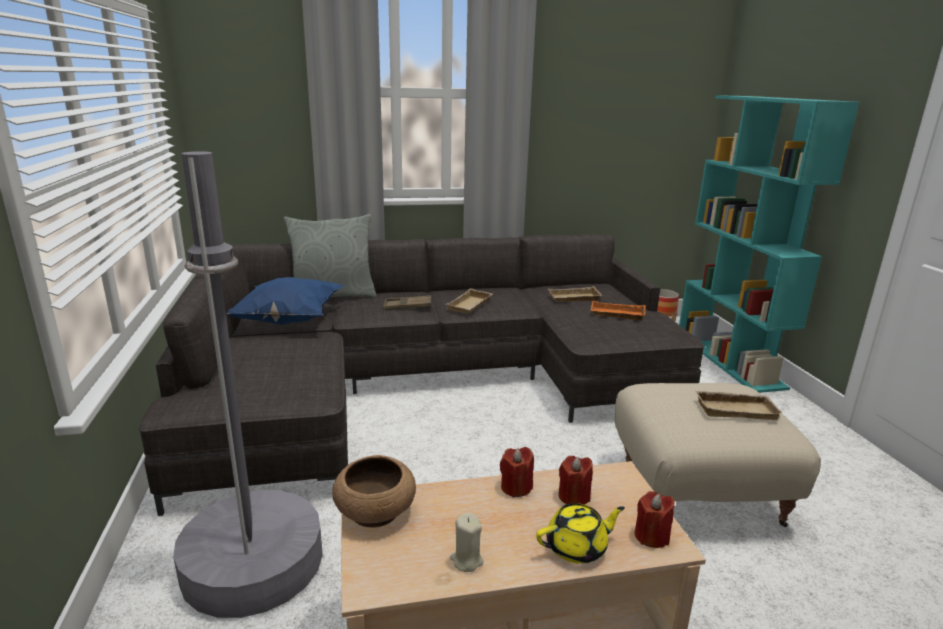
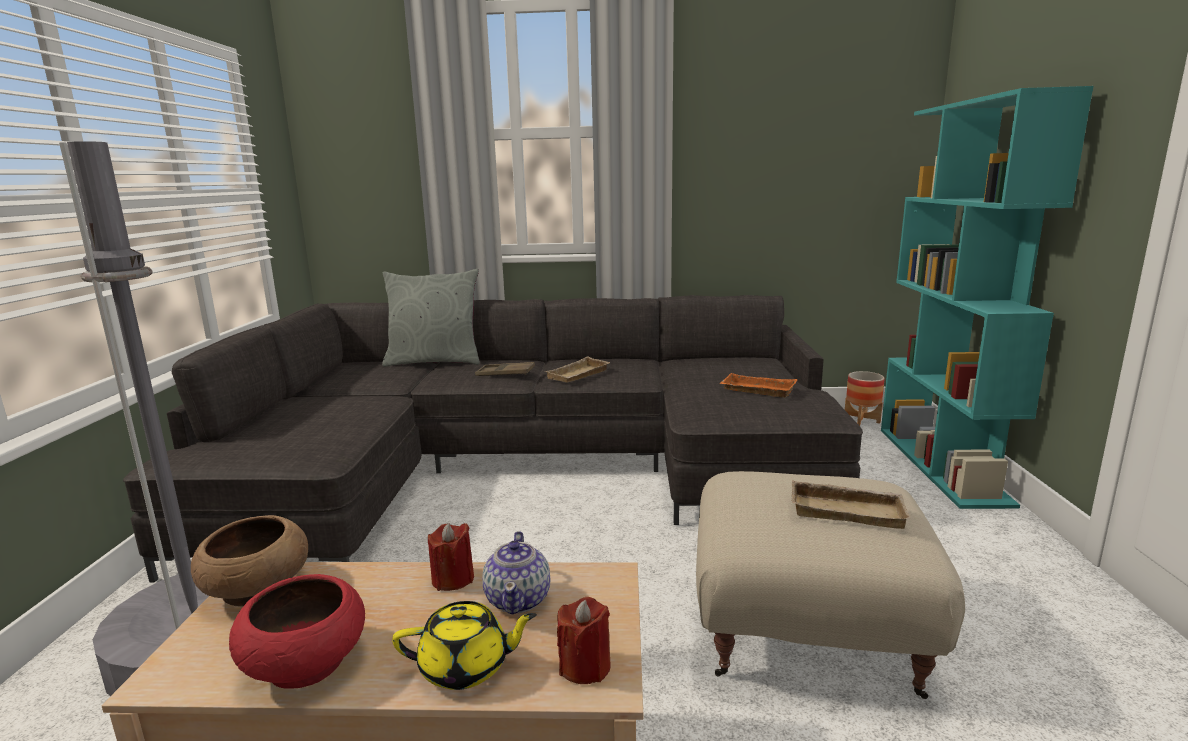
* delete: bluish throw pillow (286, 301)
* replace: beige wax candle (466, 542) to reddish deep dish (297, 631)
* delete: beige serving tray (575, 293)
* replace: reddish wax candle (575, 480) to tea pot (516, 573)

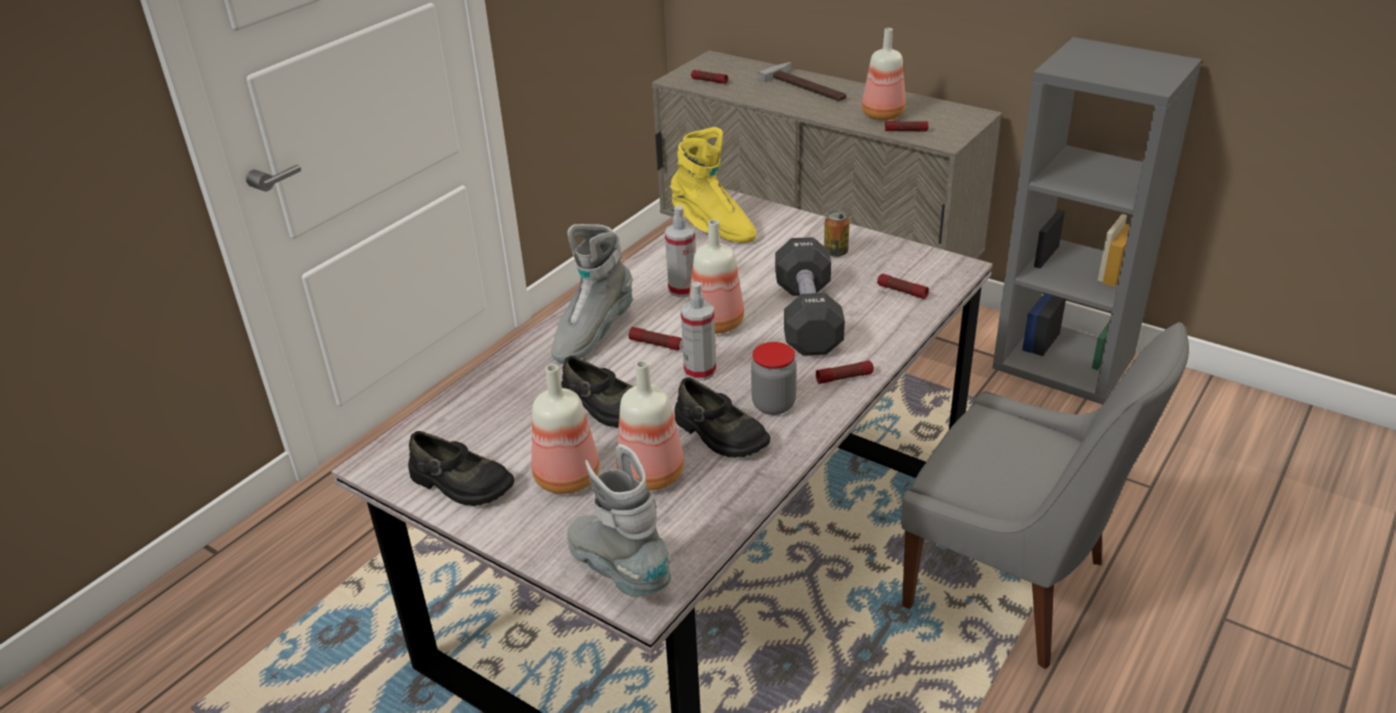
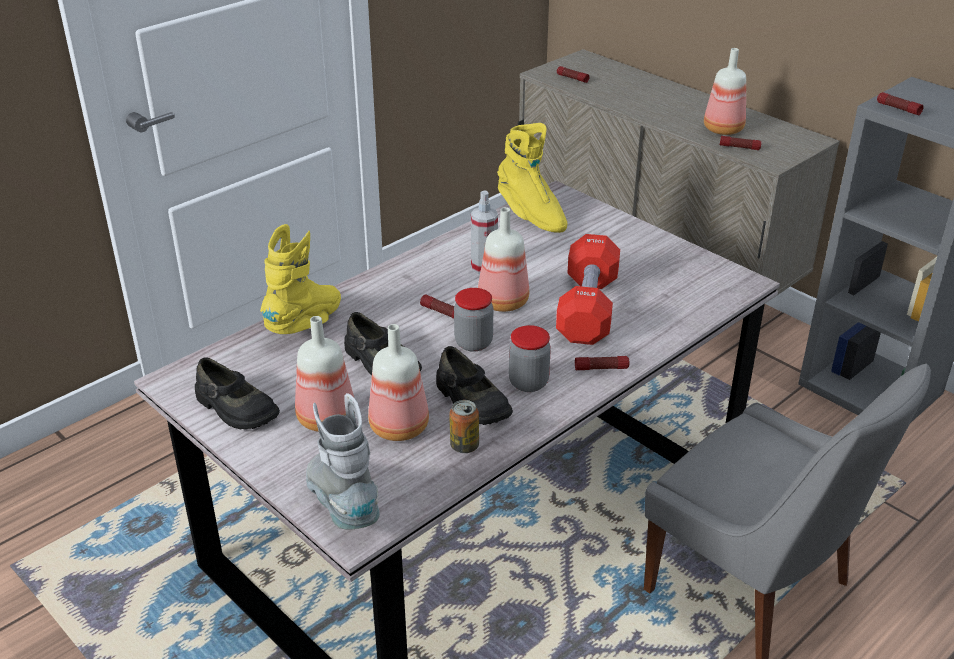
* delete: gray tall boot (592, 294)
* replace: spray bottle (698, 331) to storage jar (473, 320)
* delete: hand hammer (802, 81)
* recolor: blackish dumbbell (810, 296) to reddish dumbbell (588, 289)
* move: can (836, 234) to (464, 426)
* move: torch (903, 286) to (900, 103)
* insert: yellow tall boot (300, 279)

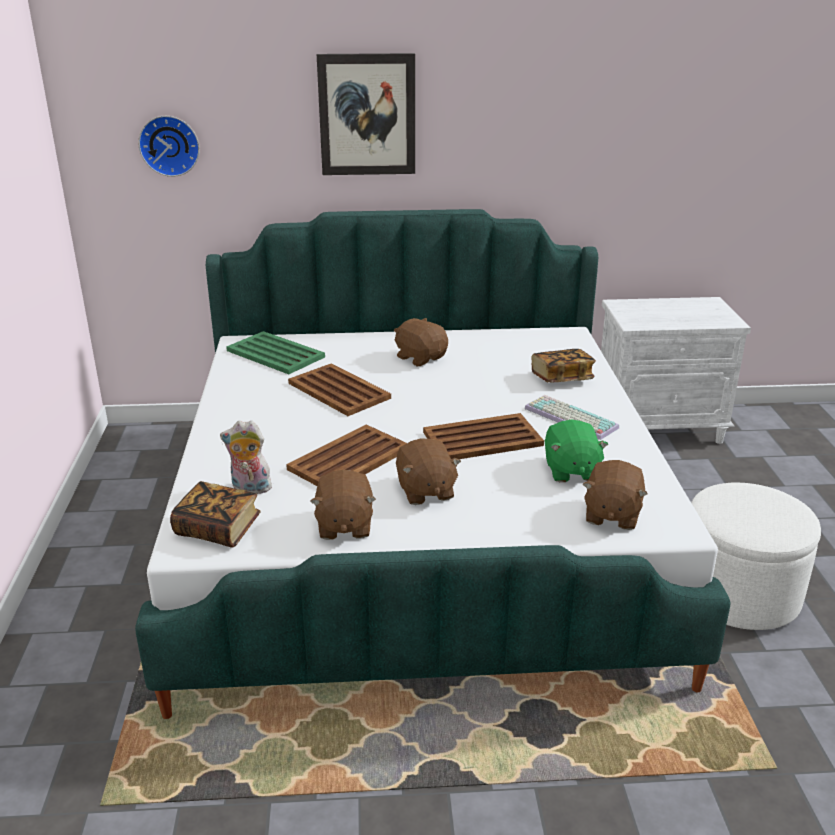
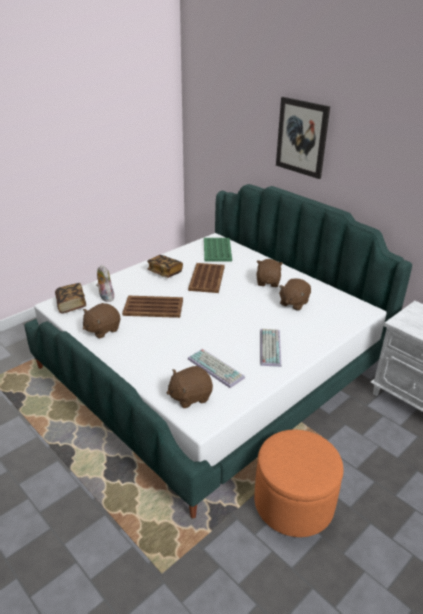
* delete: hanging clock (169, 146)
* move: brown plush toy (428, 471) to (295, 294)
* delete: brown serving tray (483, 436)
* move: volume (563, 366) to (165, 266)
* replace: greenish plush toy (576, 451) to PC keyboard (216, 368)
* recolor: white pouffe (756, 556) to orange pouffe (298, 483)

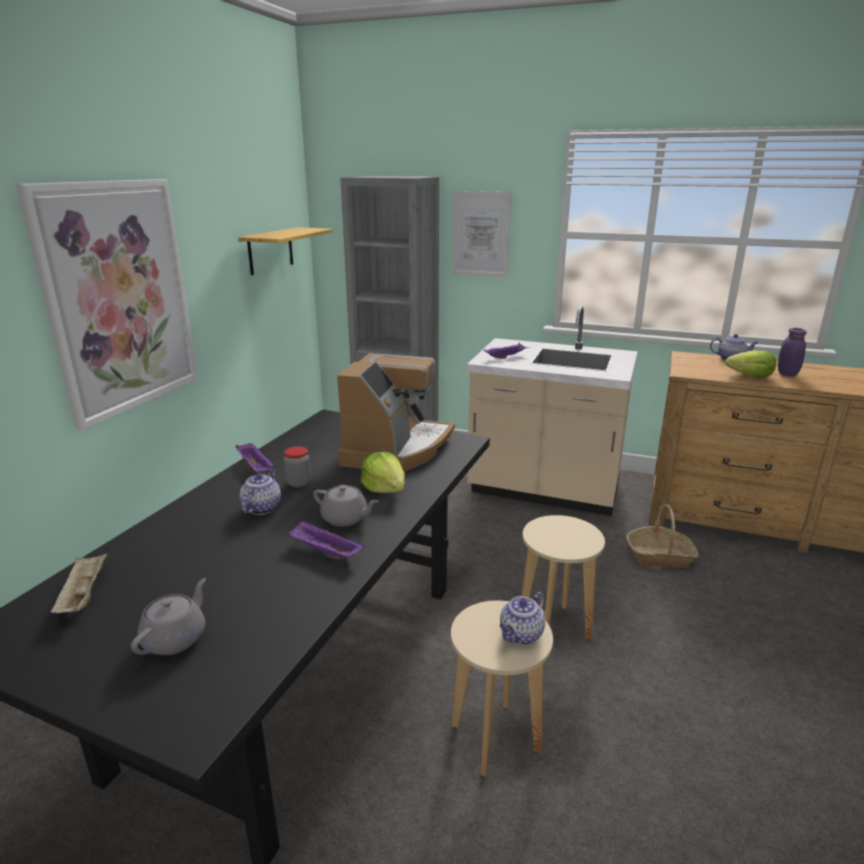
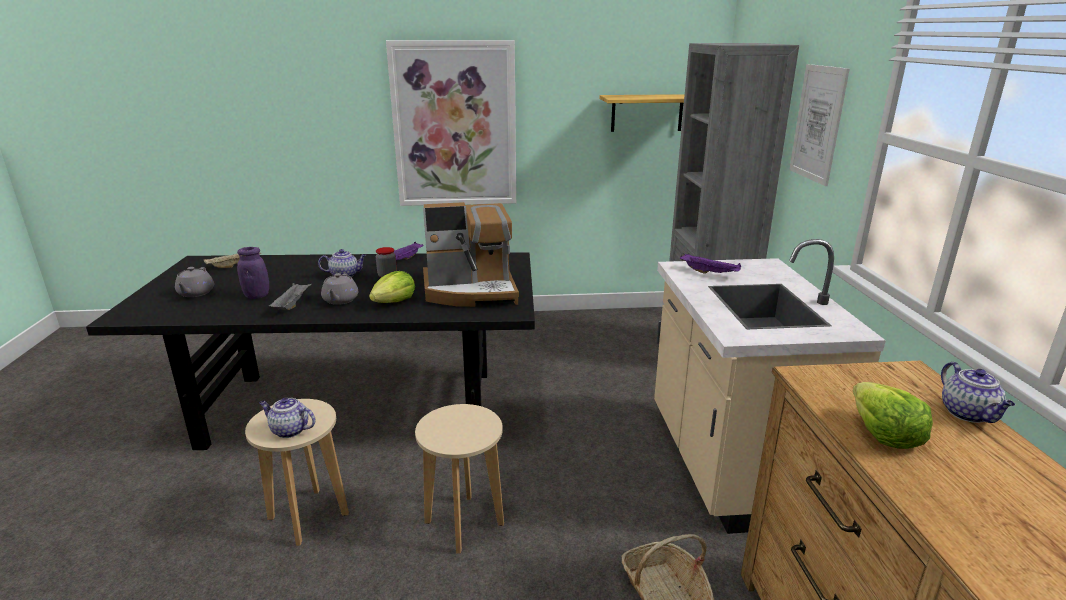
* rotate: gray tea pot (168, 616) = (194, 282) 90 degrees clockwise
* recolor: purple serving tray (326, 539) to gray serving tray (290, 296)
* move: purple storage jar (792, 352) to (253, 273)

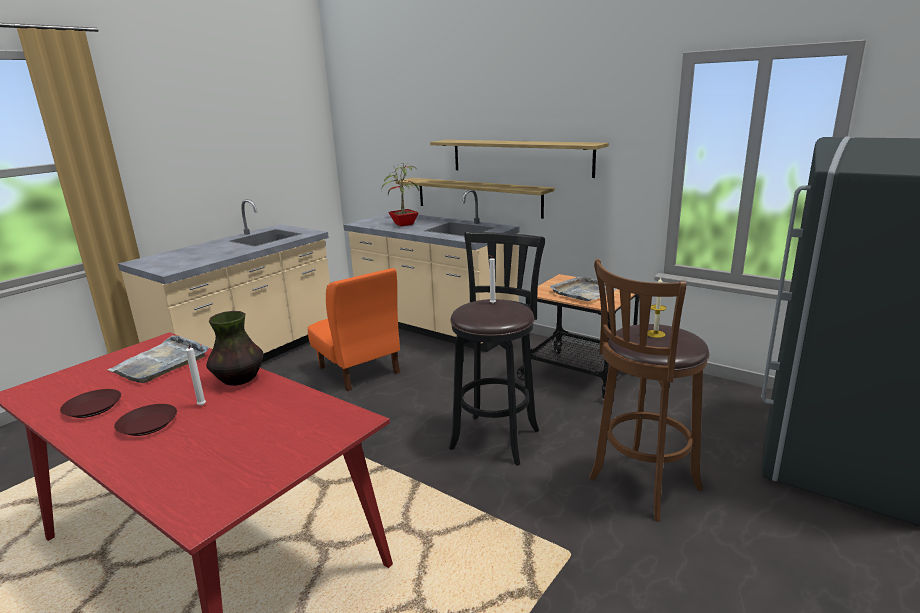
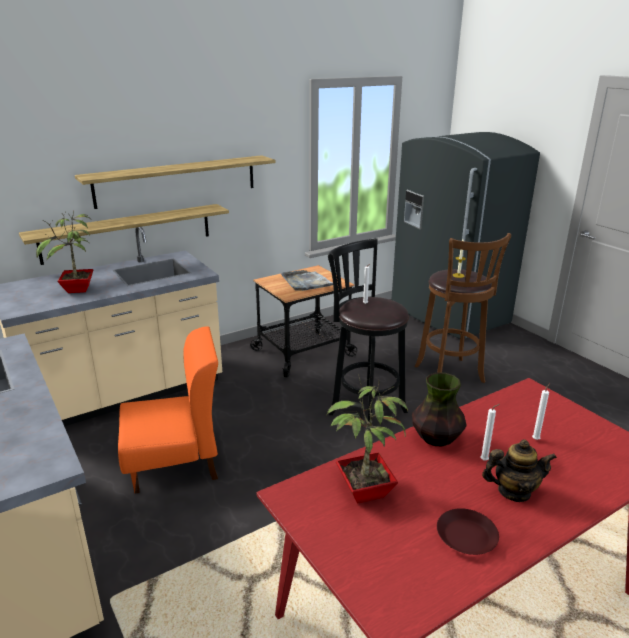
* replace: gray serving tray (158, 359) to houseplant (367, 439)
* replace: brown flat dish (145, 420) to tea pot (519, 471)
* insert: white wax candle (541, 411)

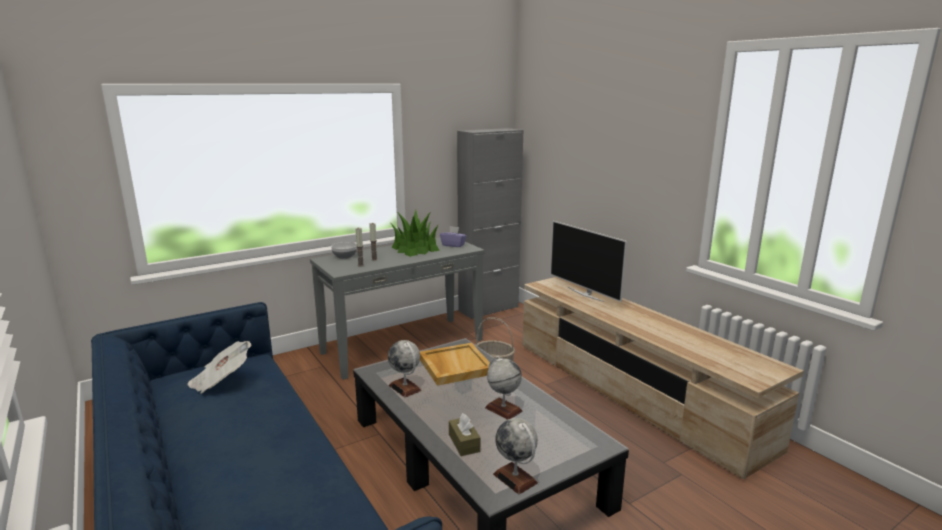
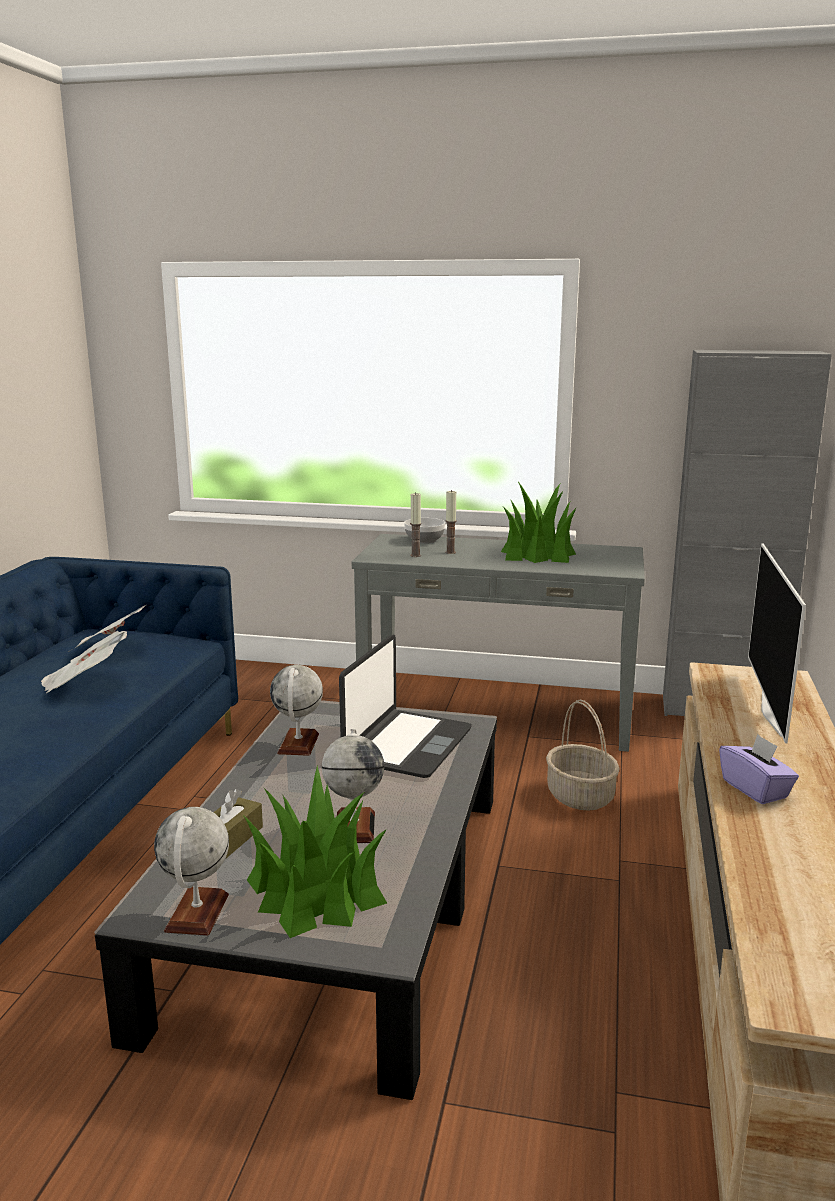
* replace: beige serving tray (455, 364) to portable computer (405, 706)
* move: purple tissue holder (453, 236) to (759, 769)
* insert: newspaper (84, 662)
* insert: houseplant (315, 852)

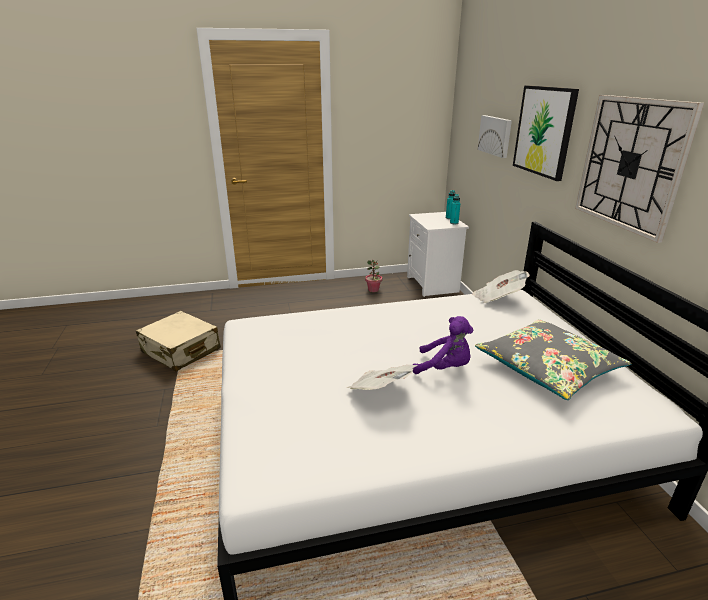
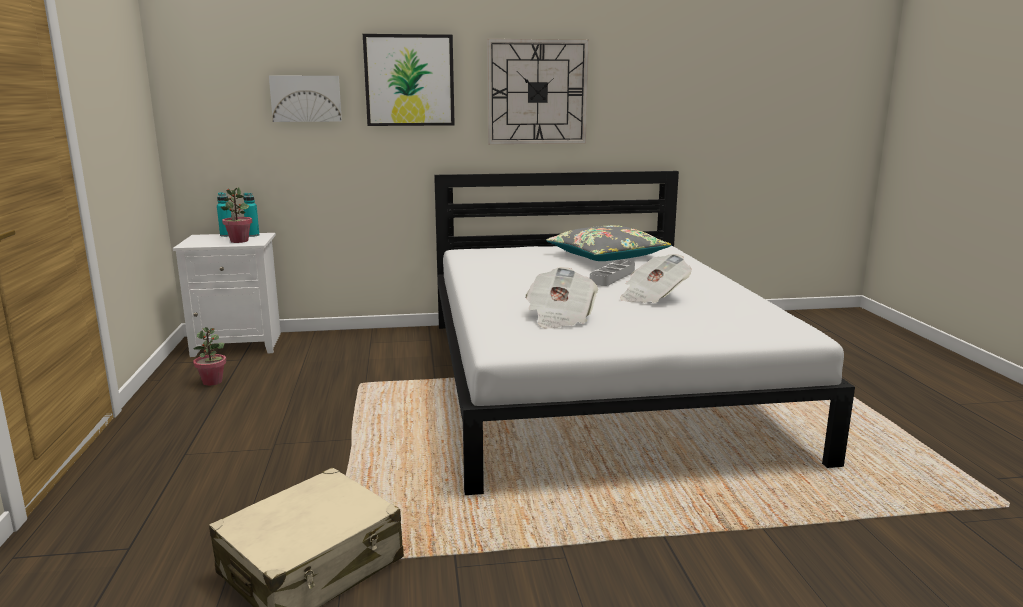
* replace: purple plush toy (443, 345) to gray serving tray (612, 273)
* move: newspaper (501, 286) to (561, 298)
* insert: houseplant (236, 215)

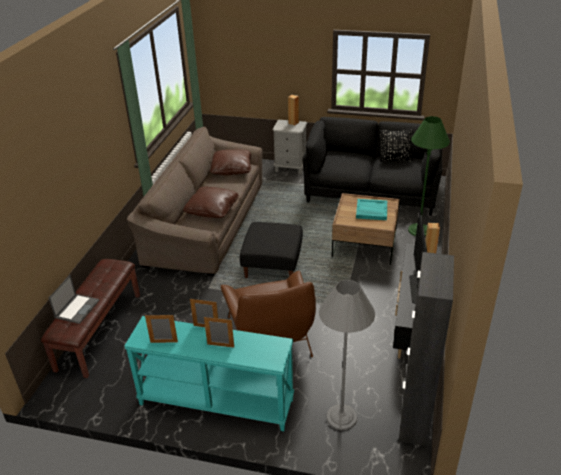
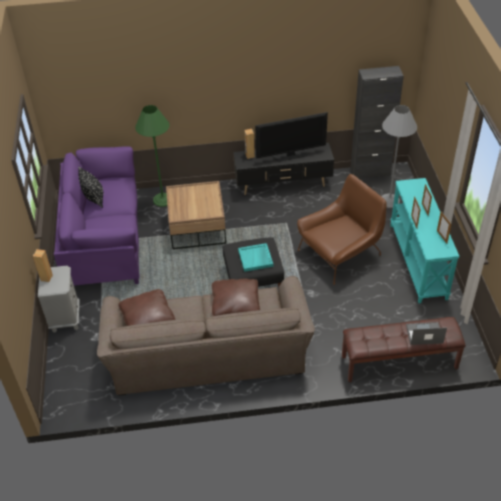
* recolor: blackish settee (372, 166) to purple settee (97, 216)
* move: turquoise serving tray (371, 209) to (255, 257)

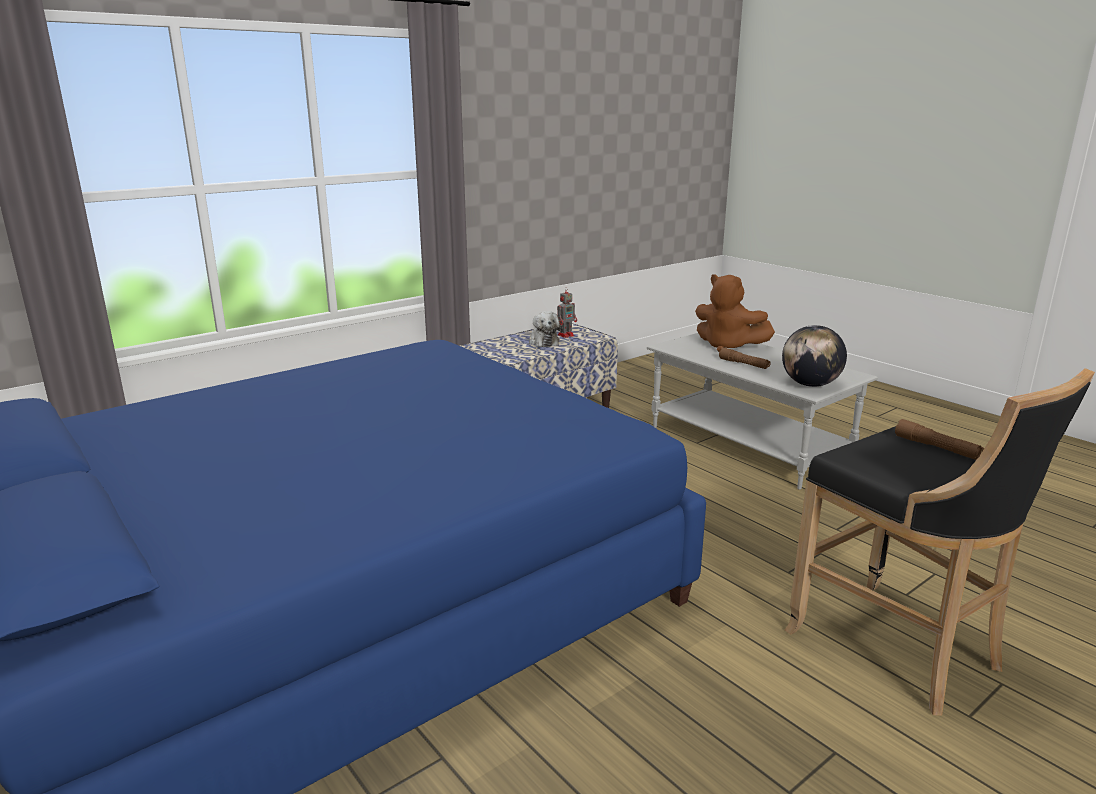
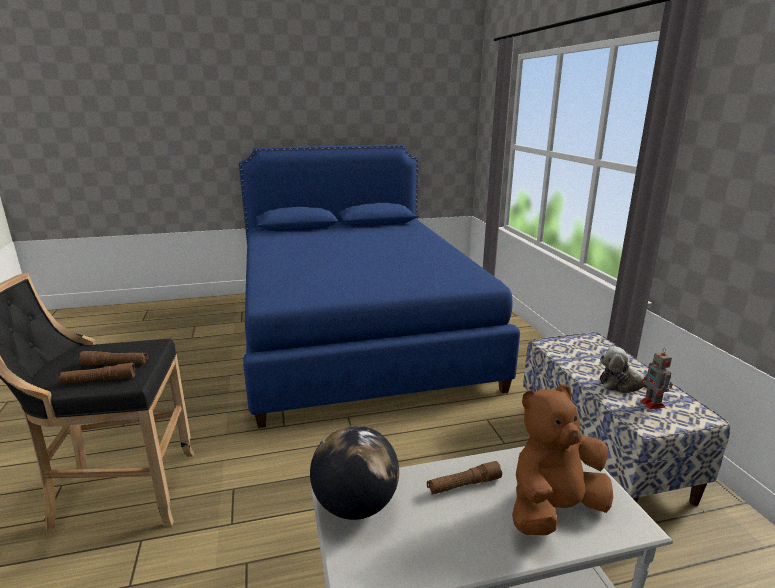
* insert: brown torch (113, 358)

